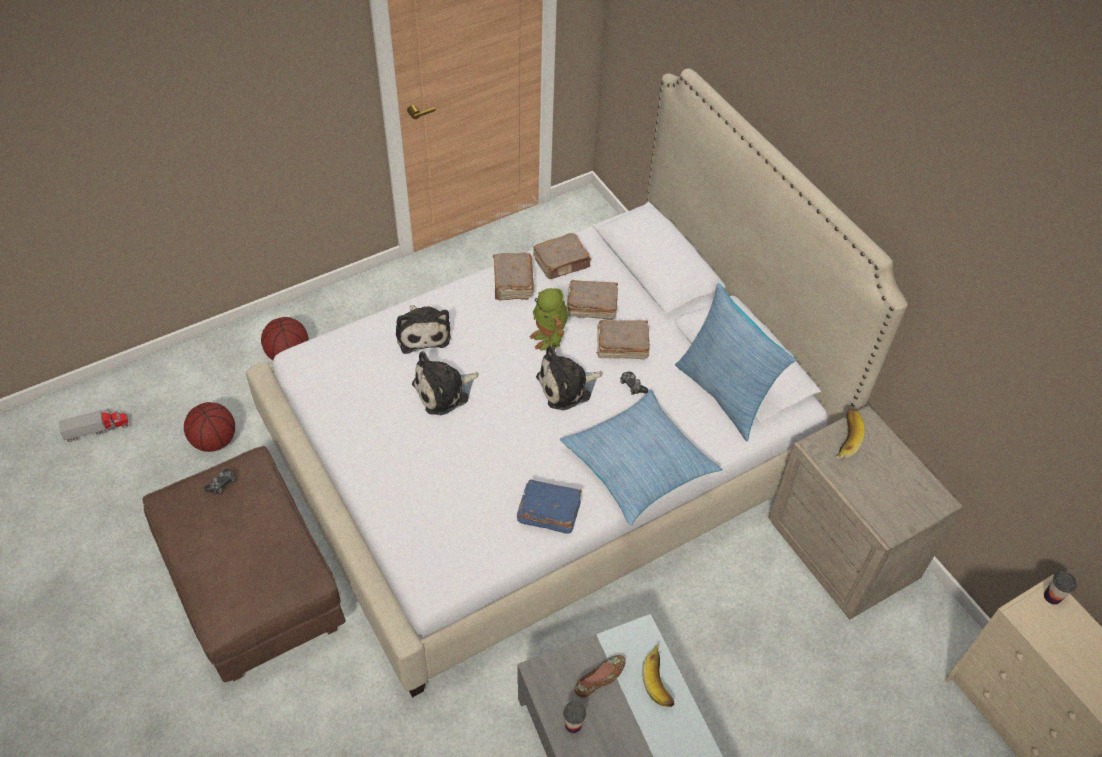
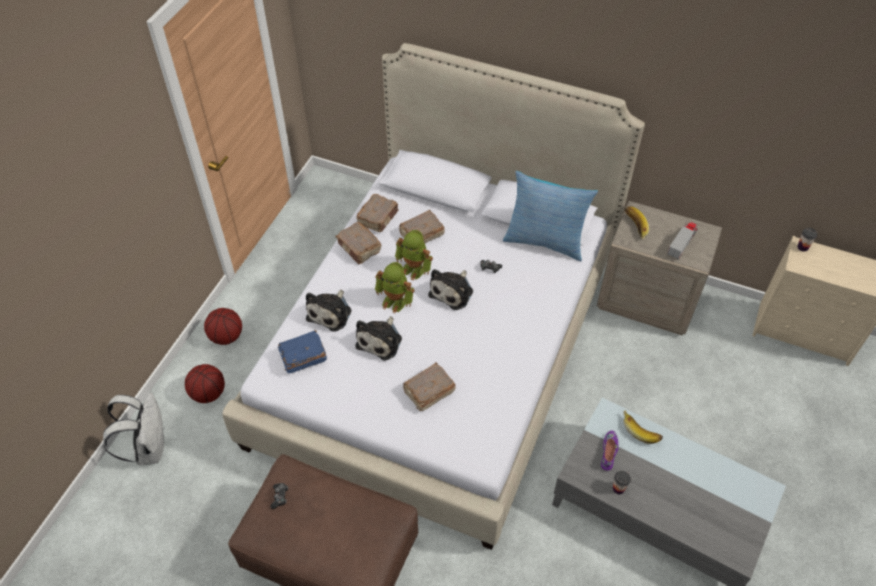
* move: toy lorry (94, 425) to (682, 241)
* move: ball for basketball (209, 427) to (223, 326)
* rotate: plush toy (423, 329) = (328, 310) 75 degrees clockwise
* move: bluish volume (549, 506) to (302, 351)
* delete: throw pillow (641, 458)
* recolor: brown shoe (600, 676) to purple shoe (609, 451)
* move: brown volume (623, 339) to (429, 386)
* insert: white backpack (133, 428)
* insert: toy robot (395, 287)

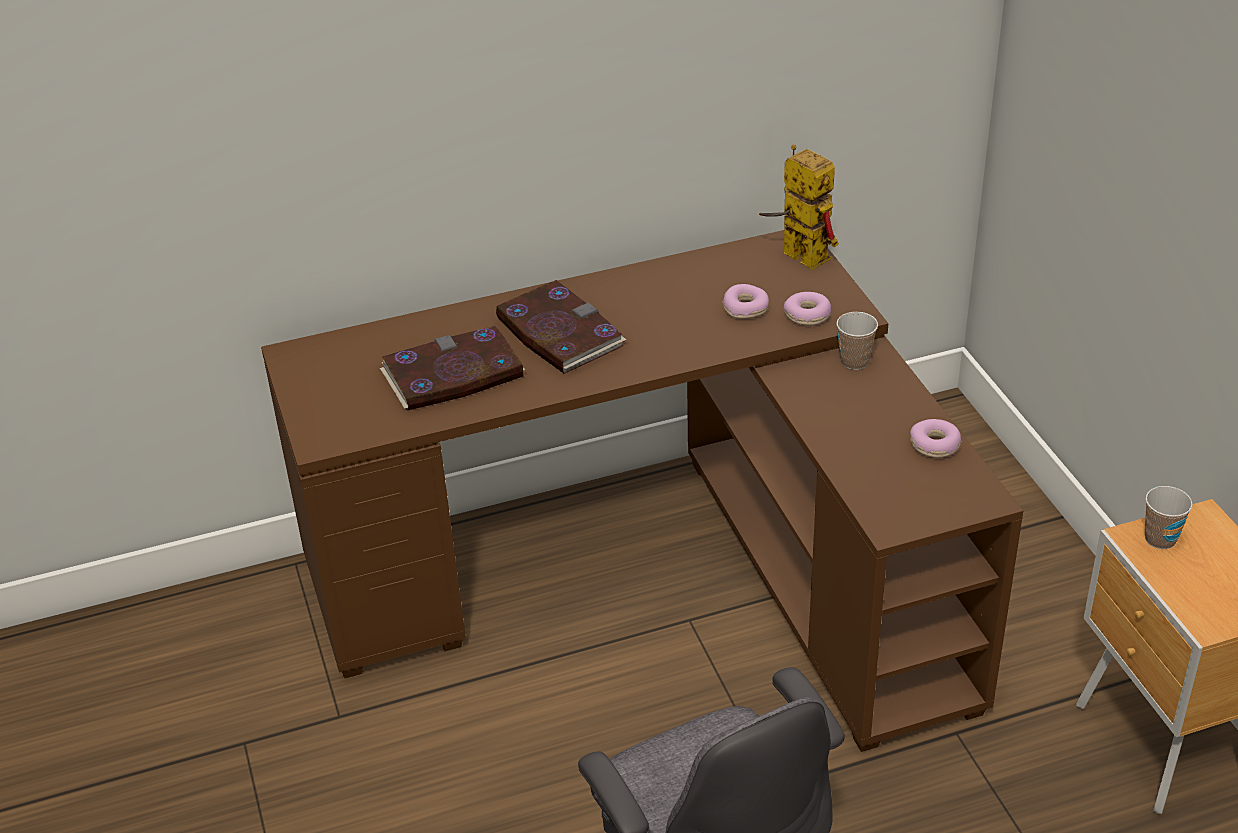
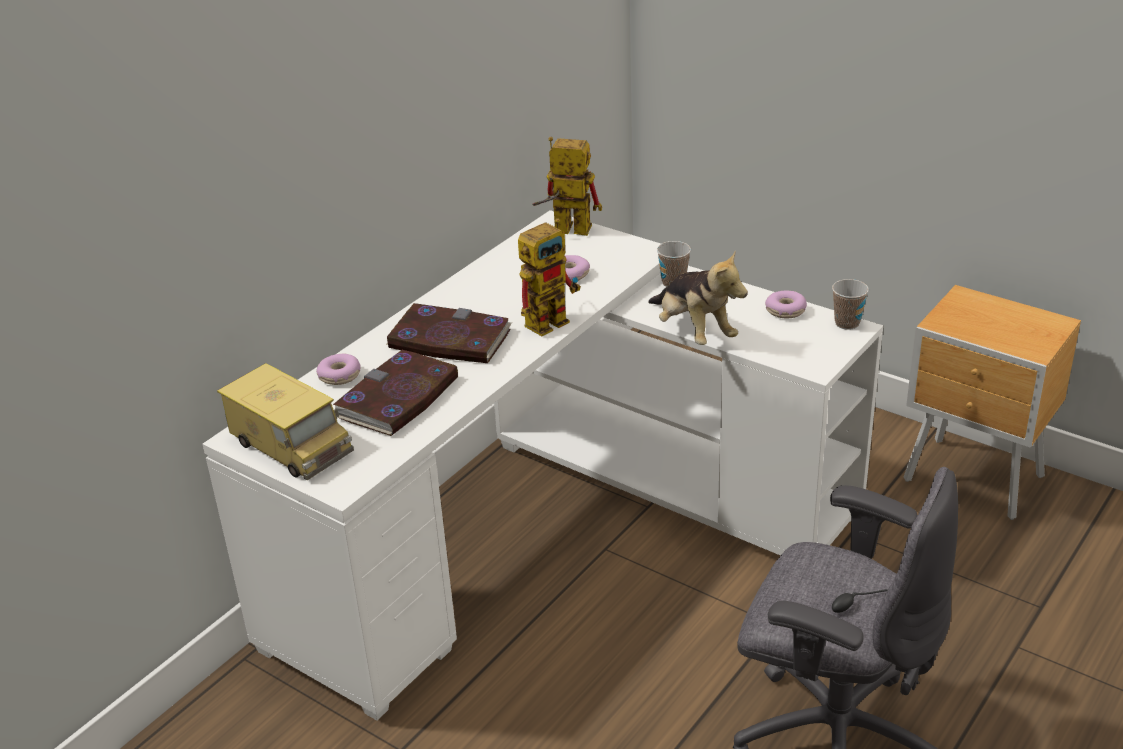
* recolor: brown desk unit (642, 491) to white desk unit (543, 465)
* move: donut (807, 309) to (338, 369)
* move: cup (1169, 517) to (850, 304)
* insert: toy lorry (285, 421)
* insert: toy robot (549, 277)
* insert: plush toy (698, 298)

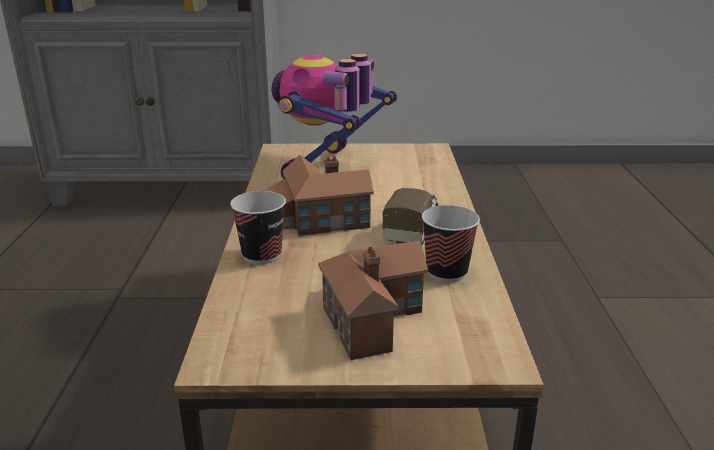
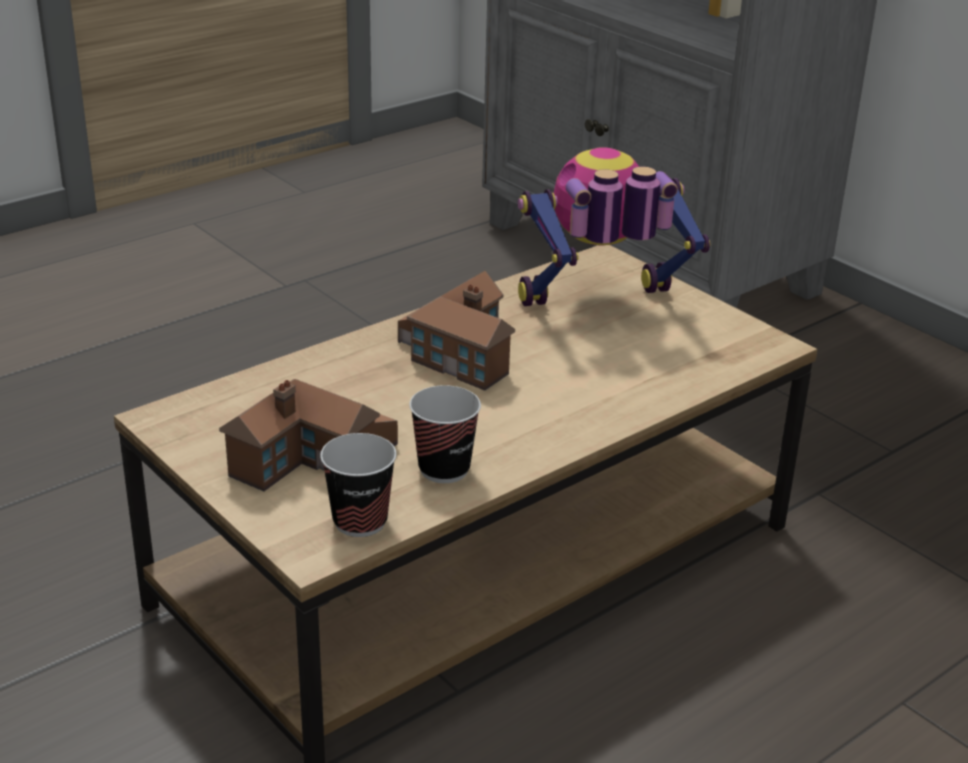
* move: cup (258, 227) to (358, 485)
* delete: toy lorry (410, 216)

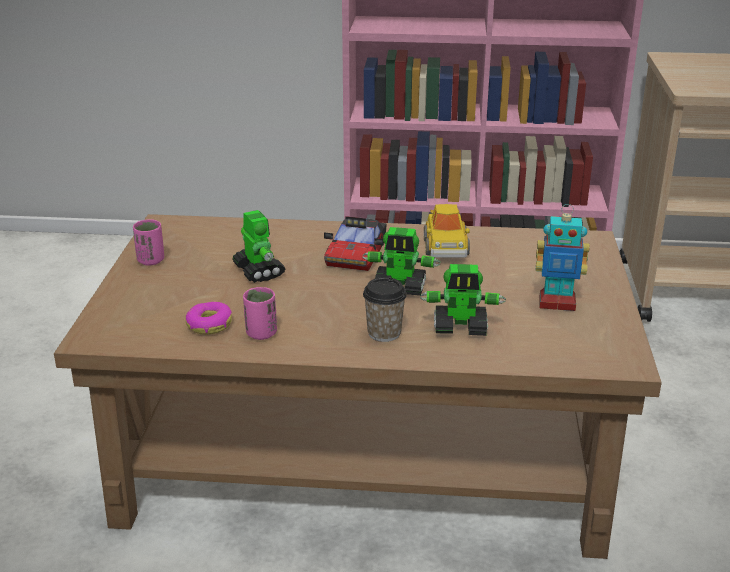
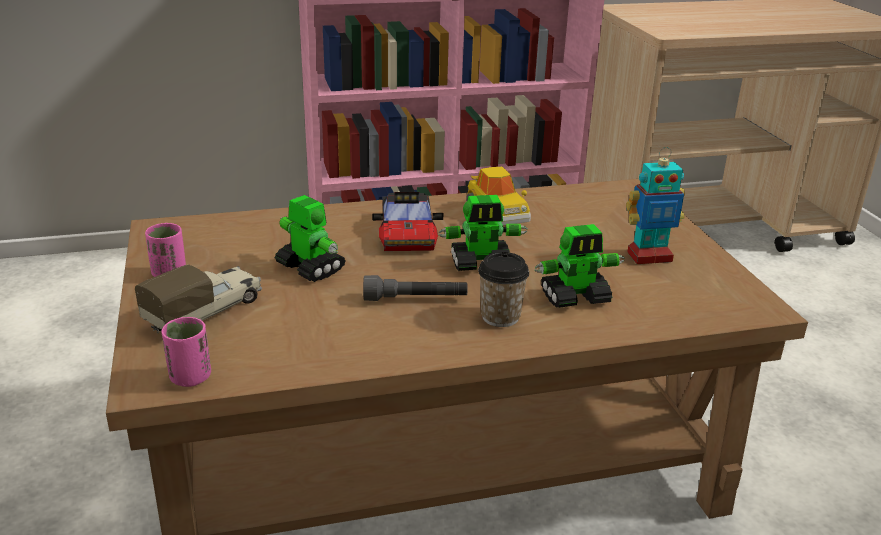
* delete: donut (209, 318)
* move: pink cup (260, 313) to (186, 352)
* insert: toy lorry (198, 298)
* insert: gray torch (415, 288)

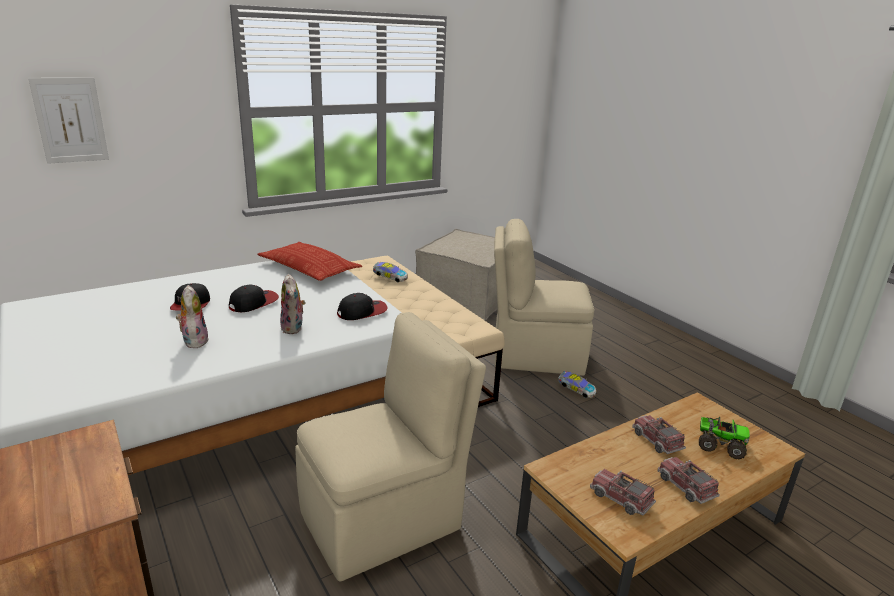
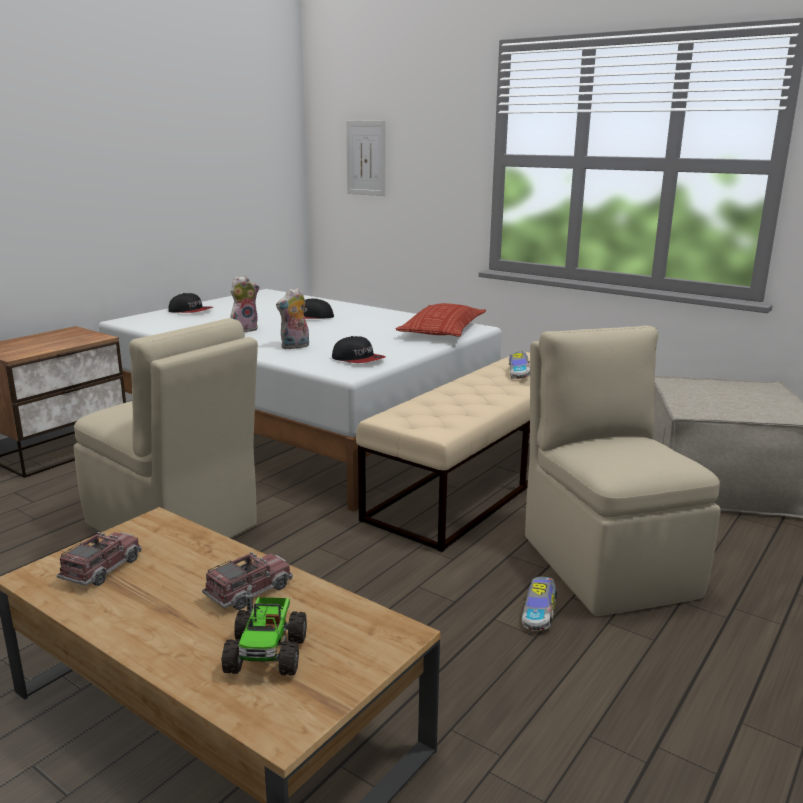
* move: baseball cap (254, 298) to (190, 303)
* delete: toy lorry (689, 480)

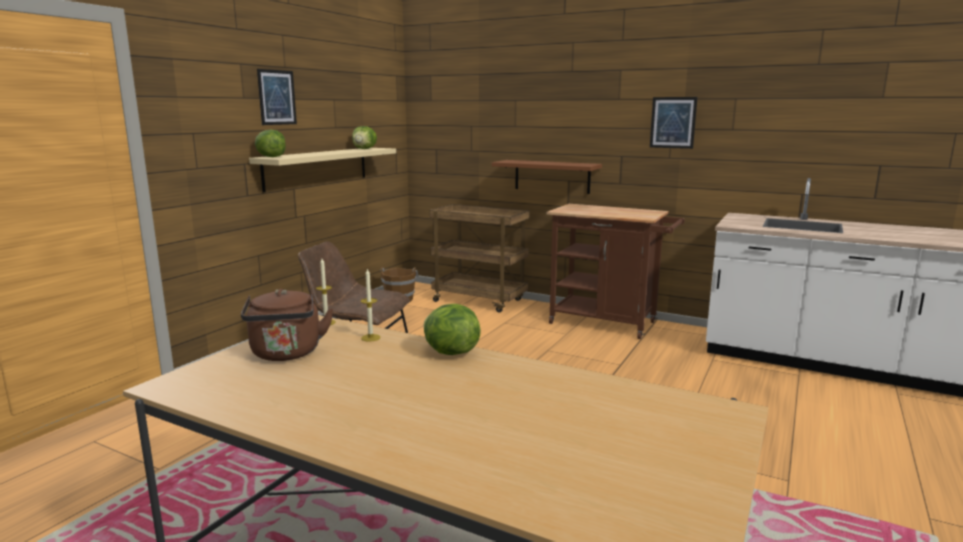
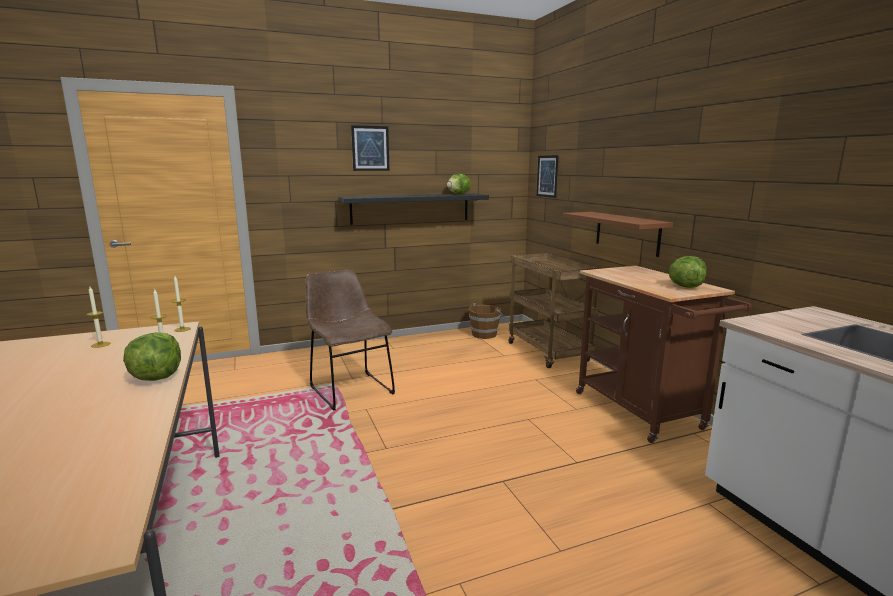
* replace: brown kettle (287, 325) to wax candle (98, 317)
* recolor: beige shelf (322, 170) to blackish shelf (413, 209)
* move: head of lettuce (270, 143) to (687, 272)
* move: wall art (674, 123) to (548, 176)

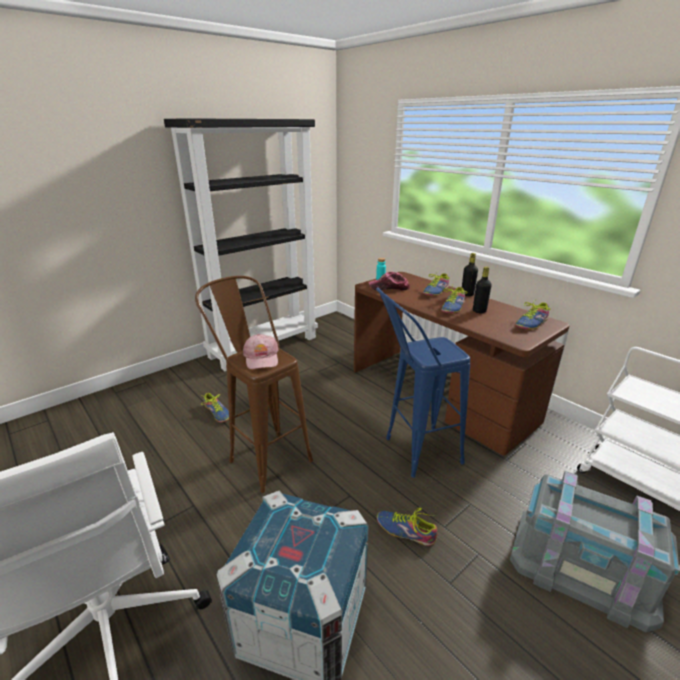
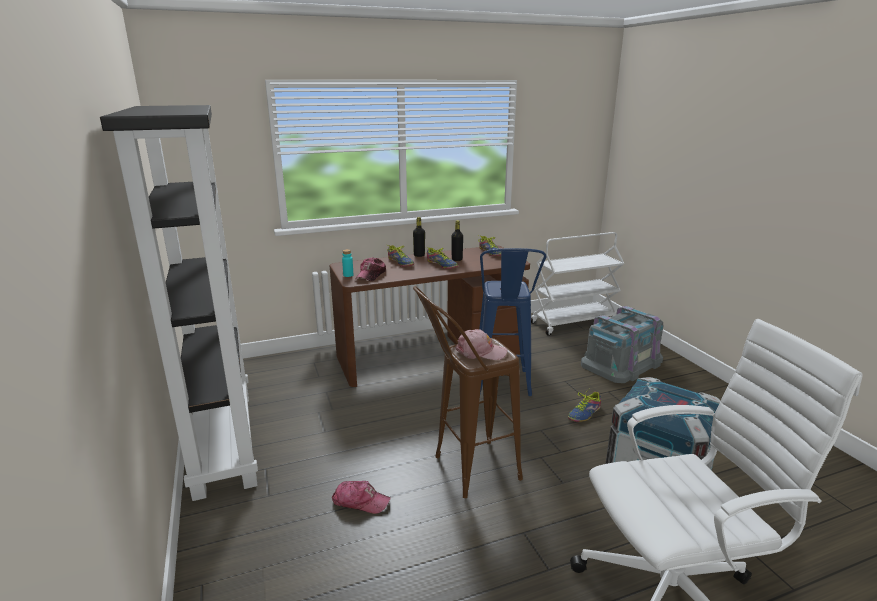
* replace: shoe (215, 408) to baseball cap (361, 497)

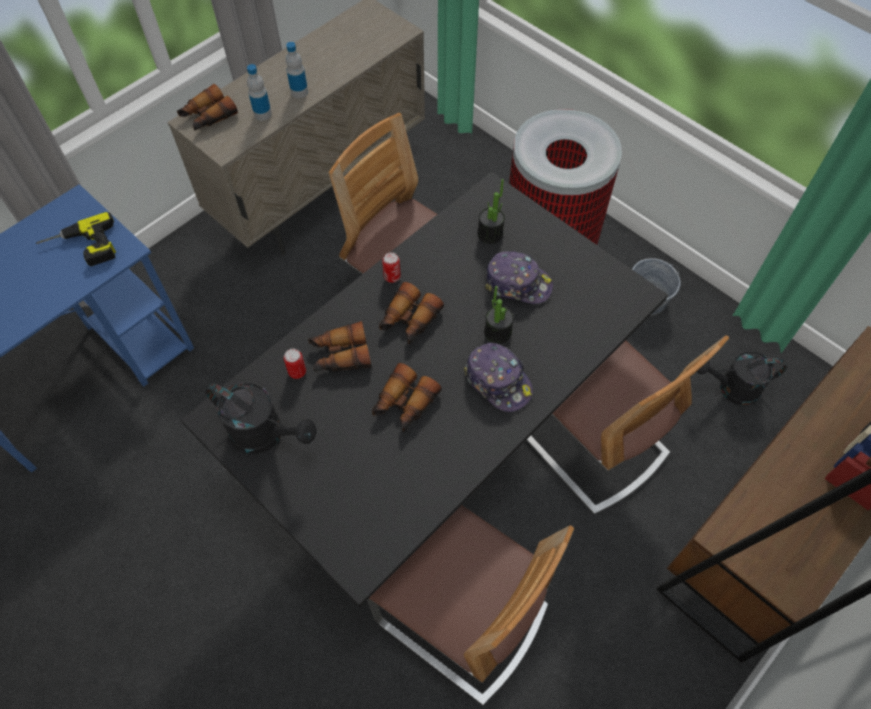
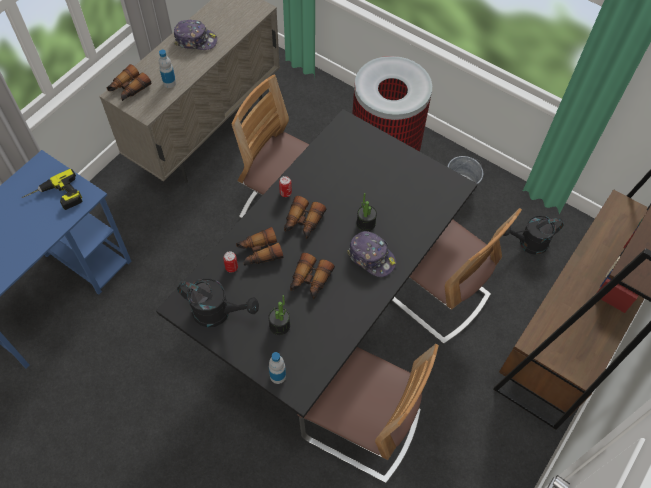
* move: drink bottle (297, 70) to (277, 368)
* move: houseplant (491, 211) to (279, 315)
* move: baseball cap (519, 277) to (195, 35)

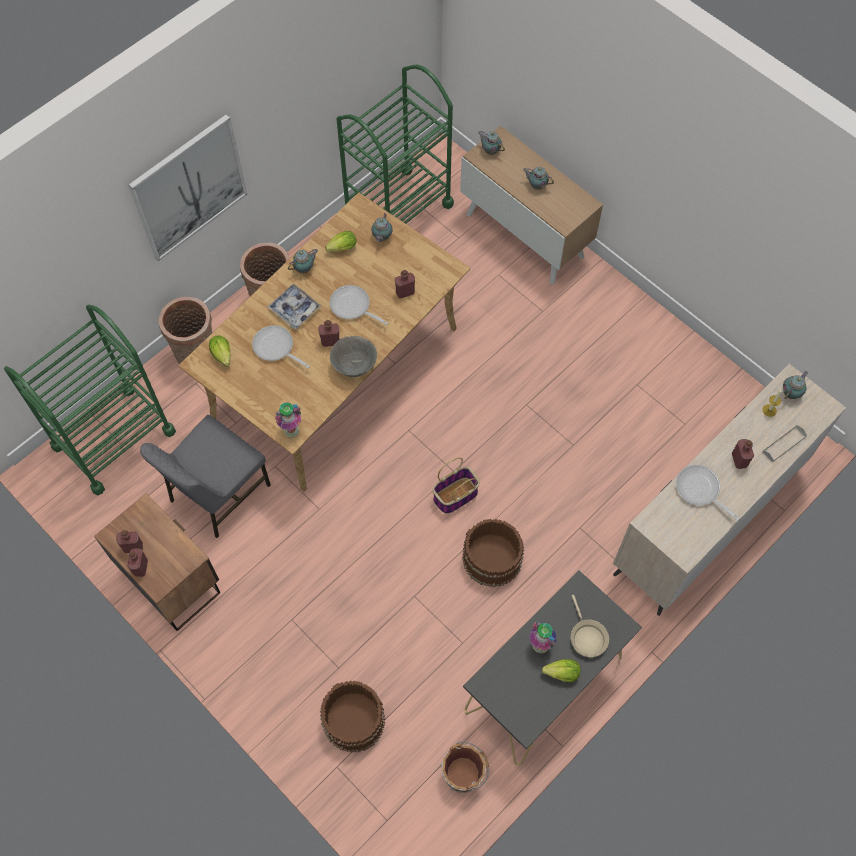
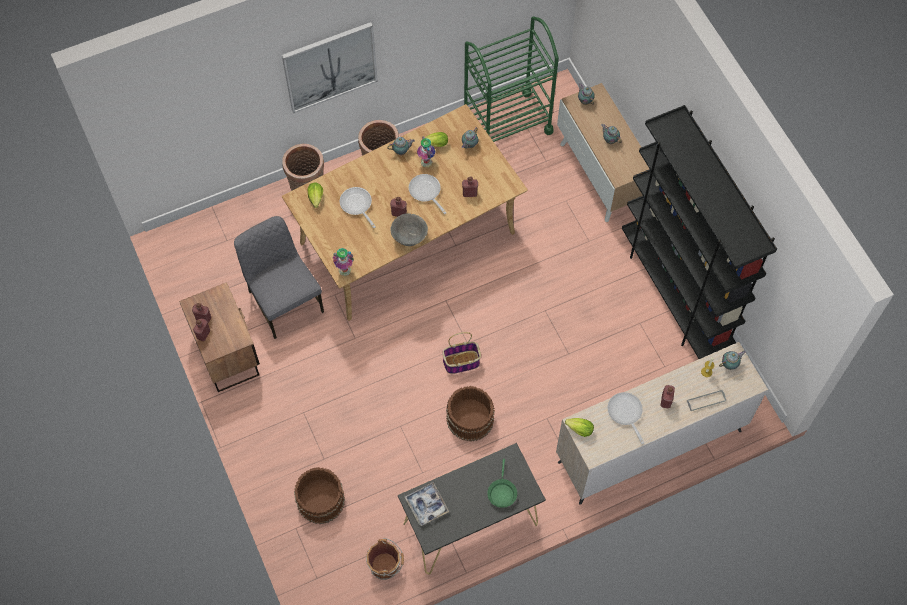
* delete: greenish cart (90, 400)
* rotate: gray upright chair (205, 476) = (279, 277) 90 degrees clockwise
* move: serving tray (294, 306) to (427, 504)
* move: vase (543, 637) to (426, 151)
* move: head of lettuce (561, 670) to (579, 427)
* recolor: beige pan (590, 626) to greenish pan (502, 483)
* insert: blackish bookcase (699, 232)

